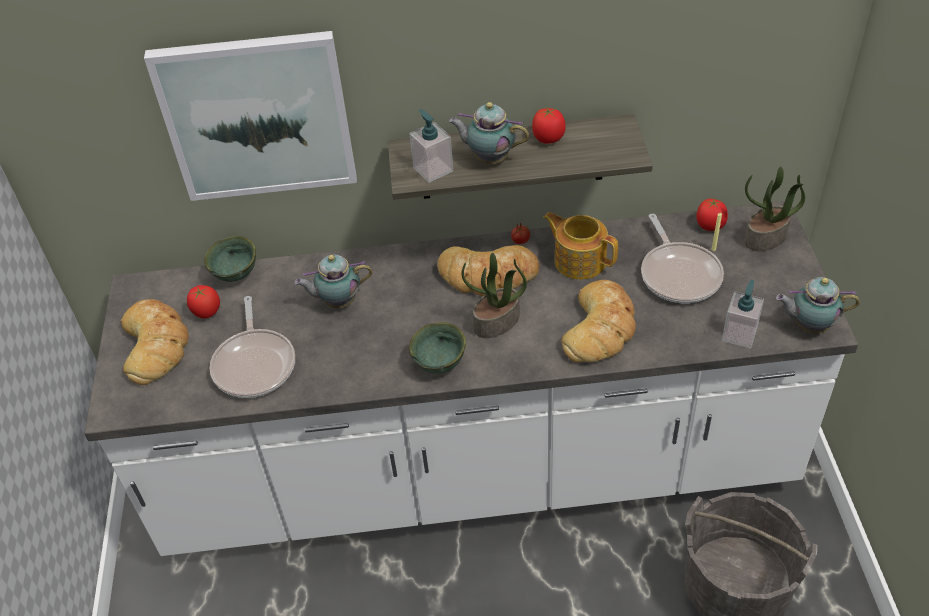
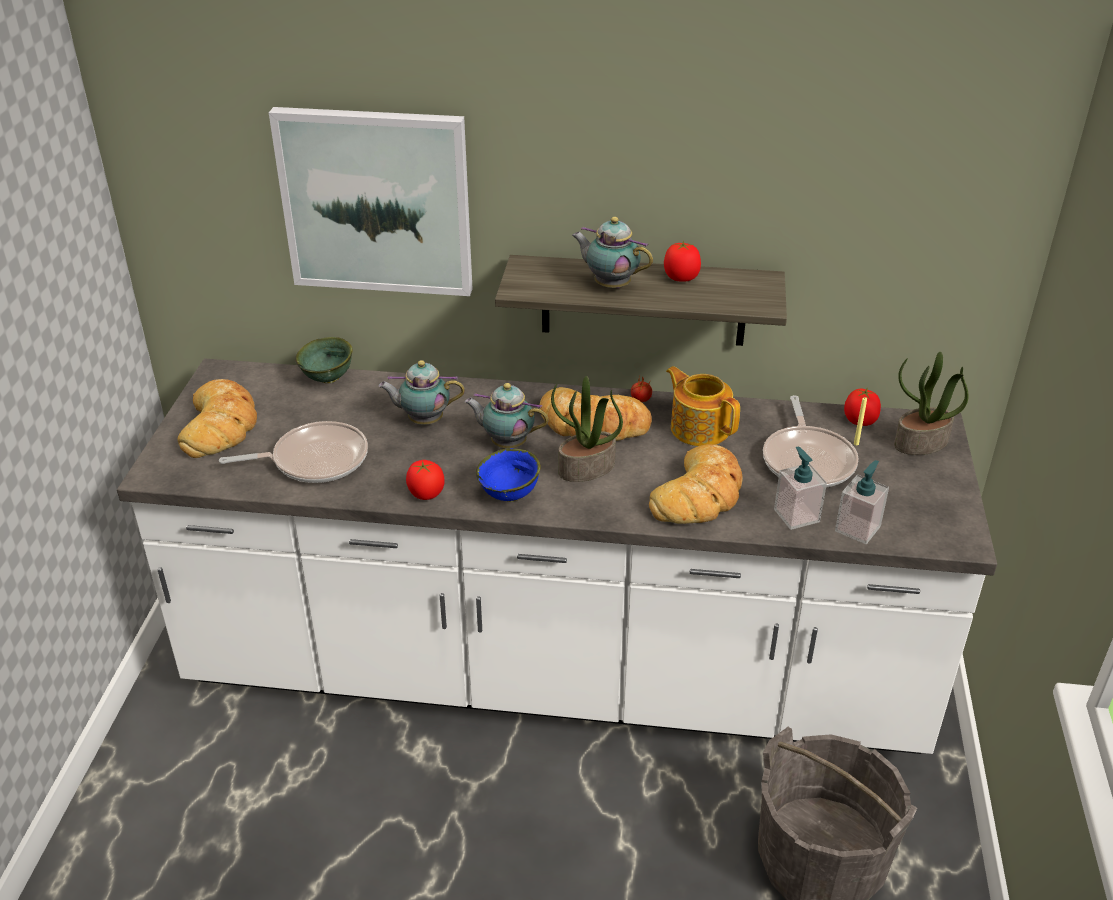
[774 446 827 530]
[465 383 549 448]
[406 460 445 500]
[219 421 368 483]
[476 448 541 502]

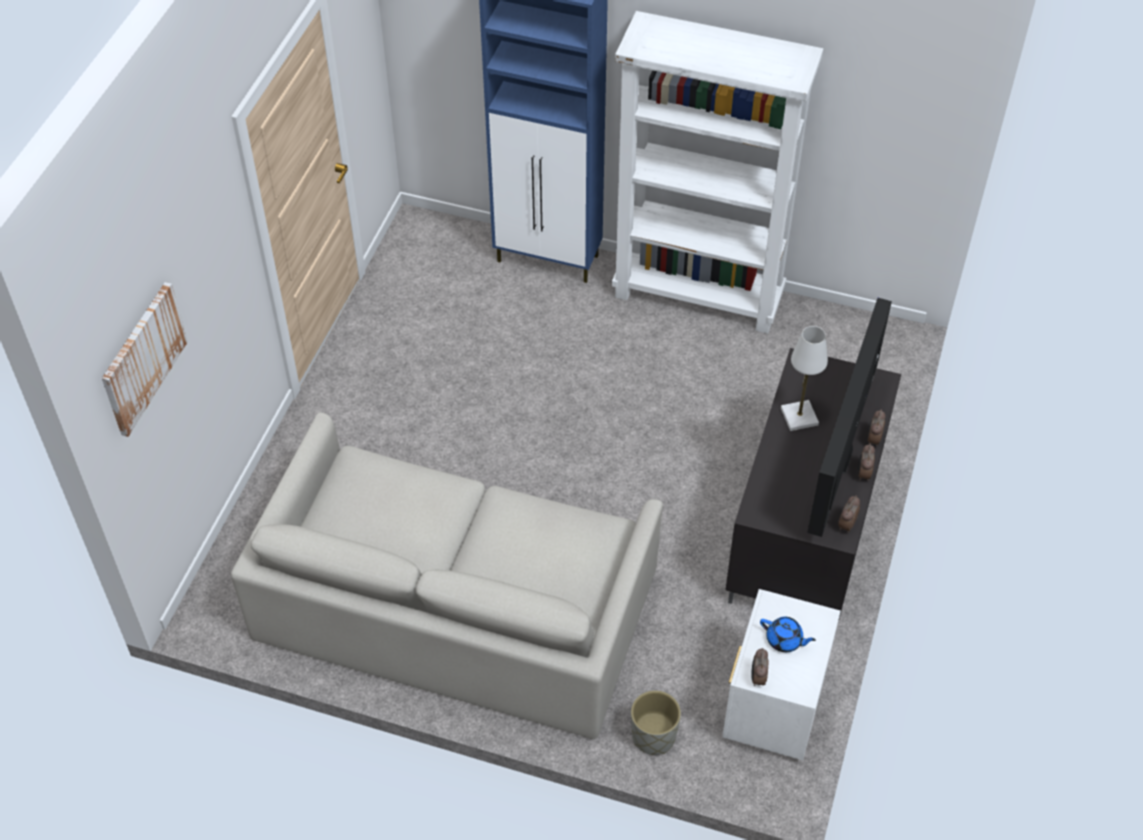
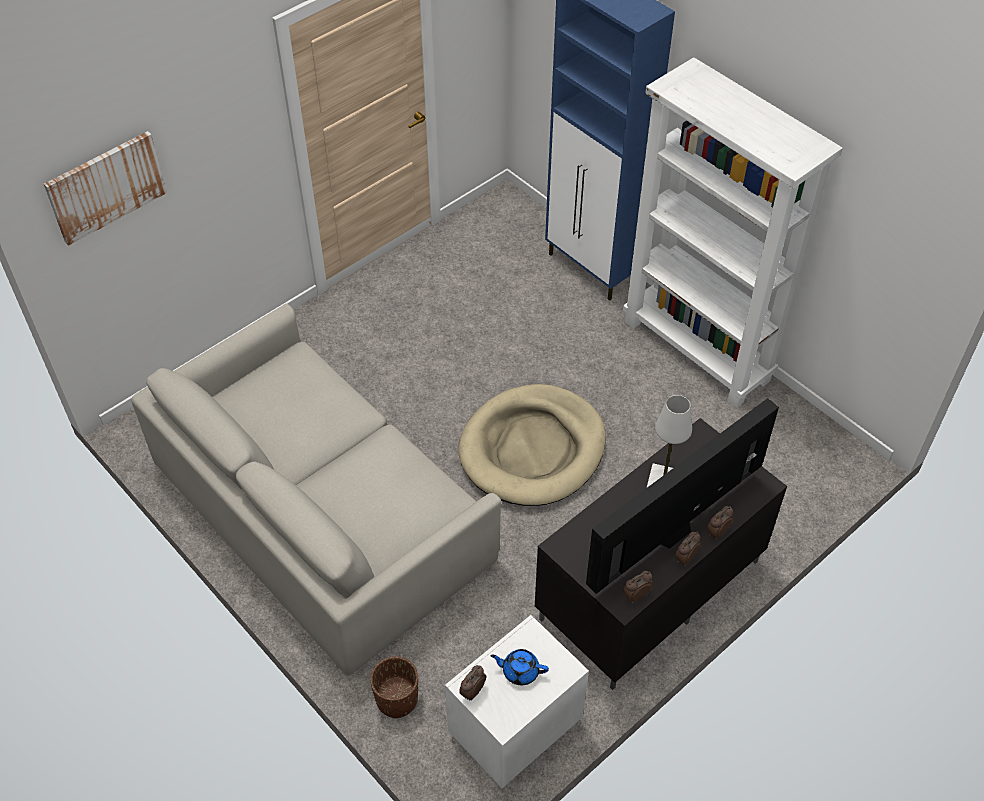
[490 649 549 685]
[370 656 418 719]
[458 384 606 506]

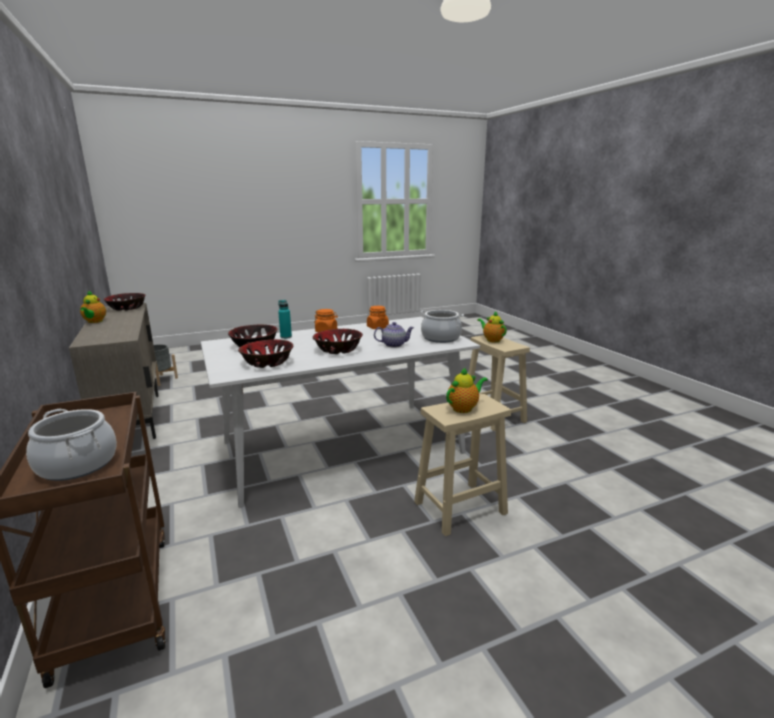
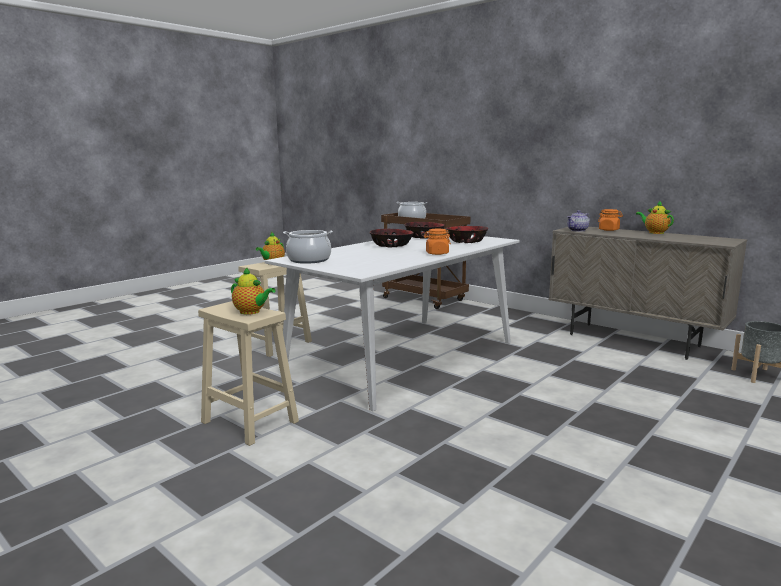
[104 293 146 311] (first image)
[278 300 292 339] (first image)
[598 209 623 231]
[567 210 590 232]

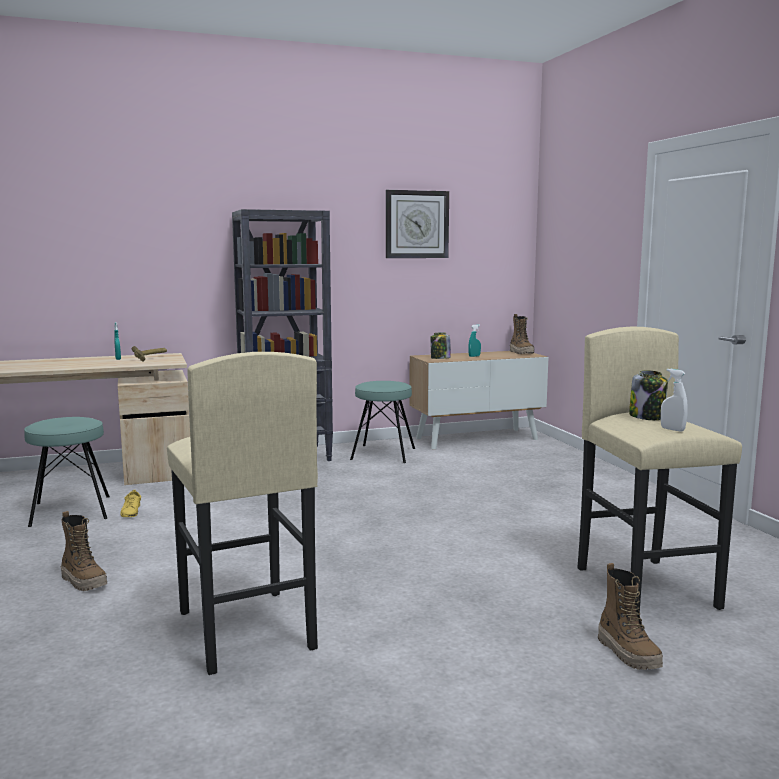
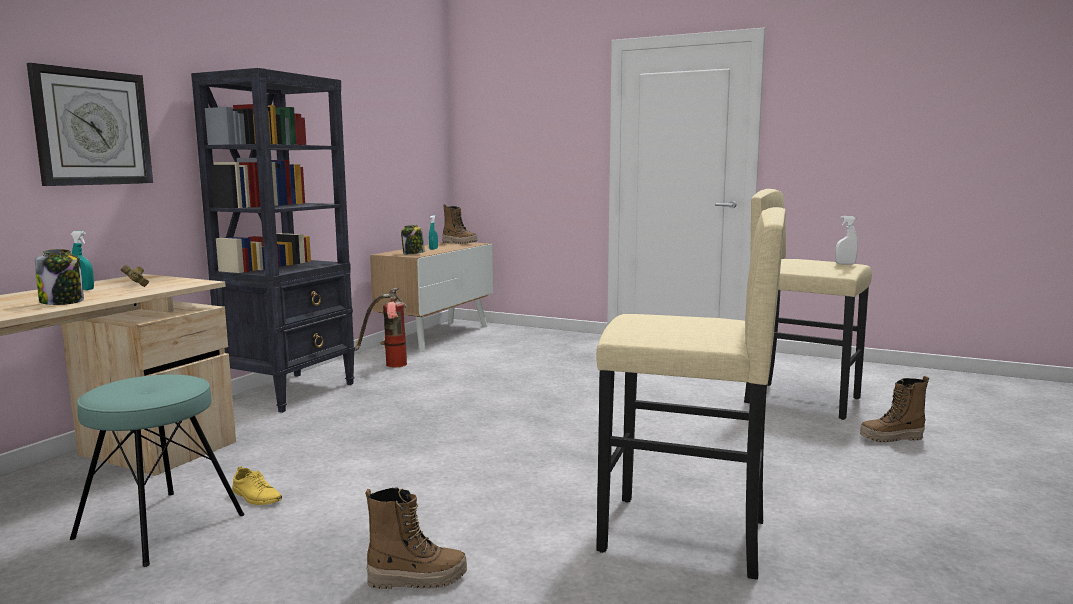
[27 63 153 186]
[35 249 84 305]
[355 288 407 367]
[860 376 929 442]

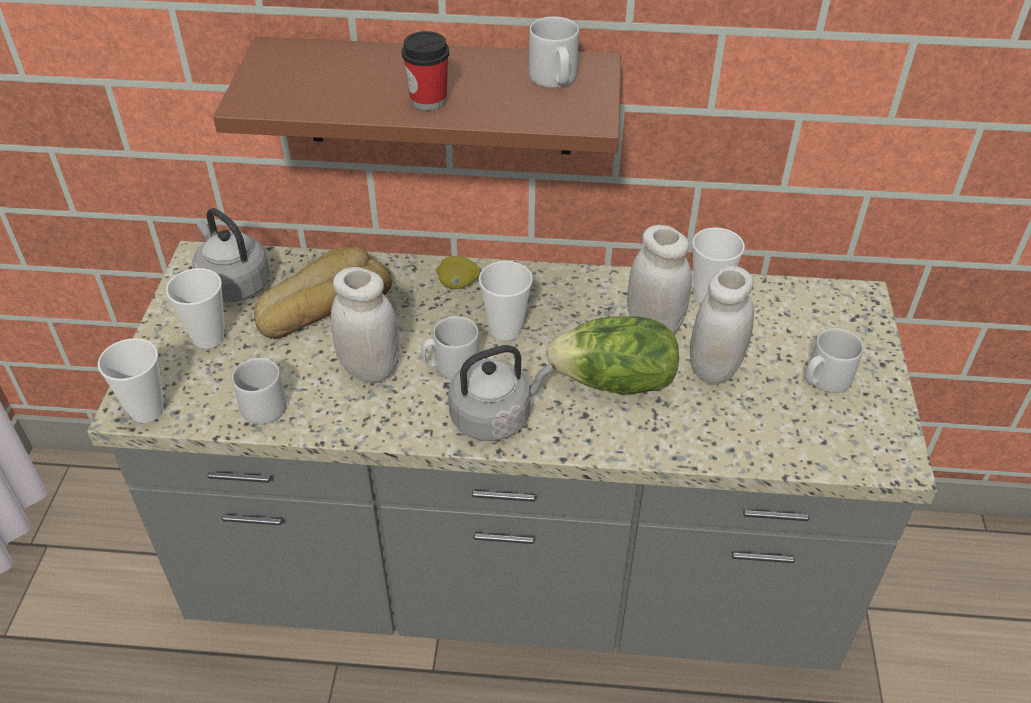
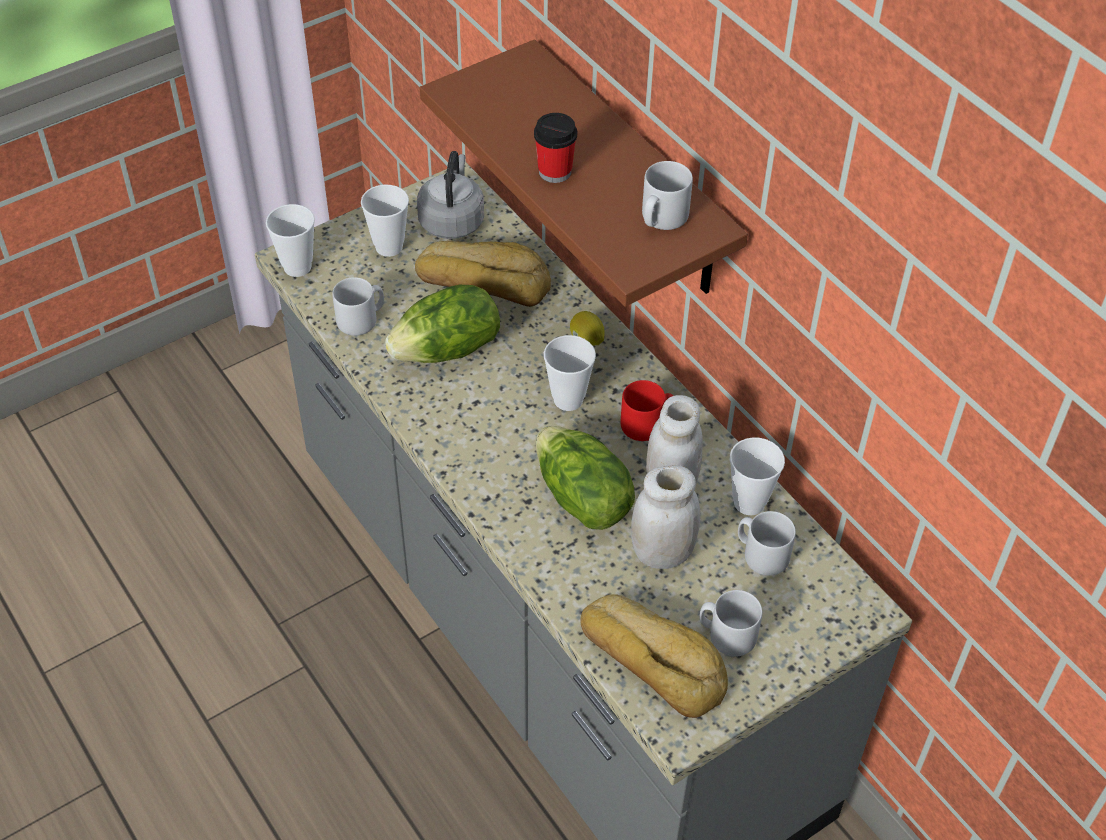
[385 285 500 363]
[738 511 796 576]
[448 345 553 441] (first image)
[621 380 673 441]
[580 594 728 718]

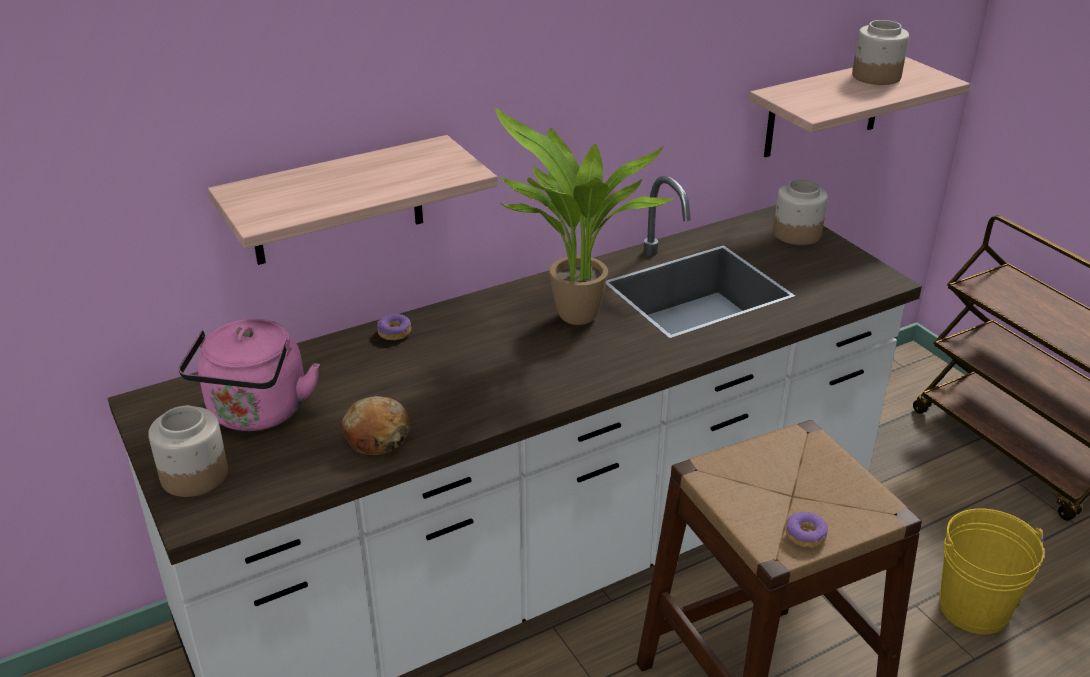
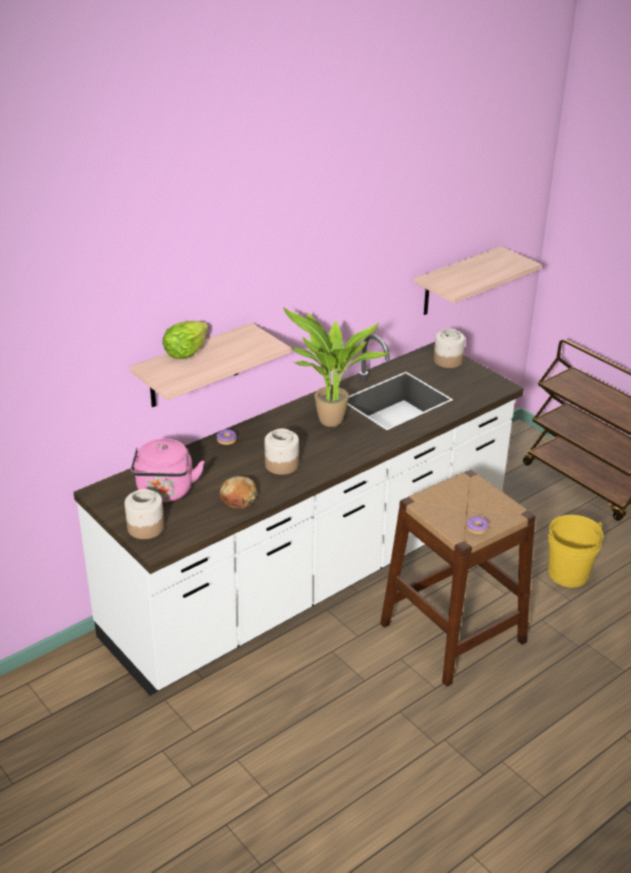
[265 428 299 475]
[162 321 209 359]

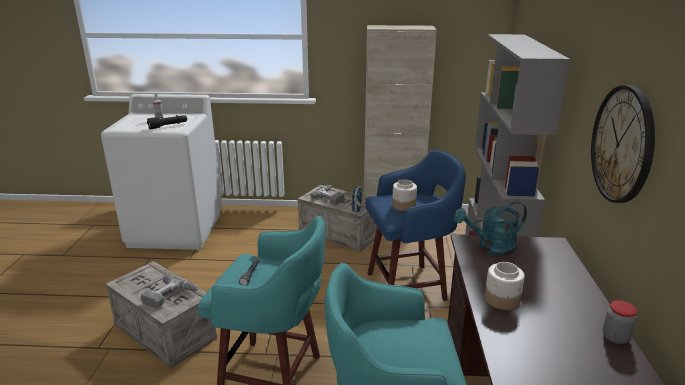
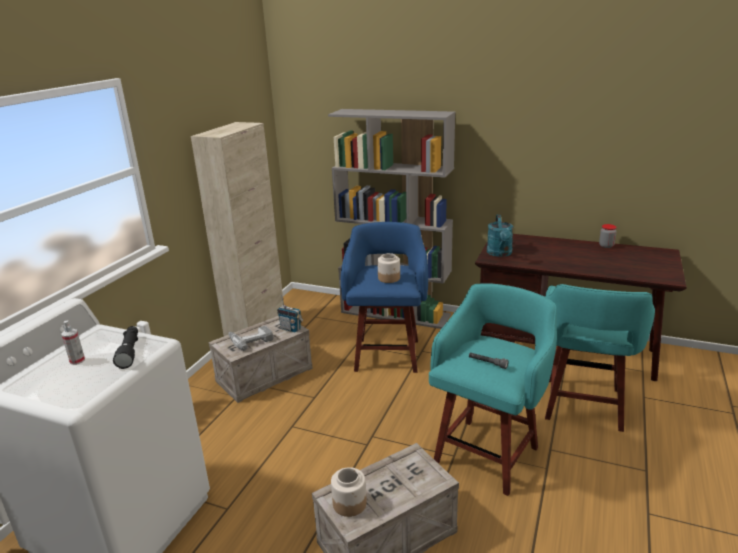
[591 85 655 203] (first image)
[331 467 367 517]
[141 275 199 308] (first image)

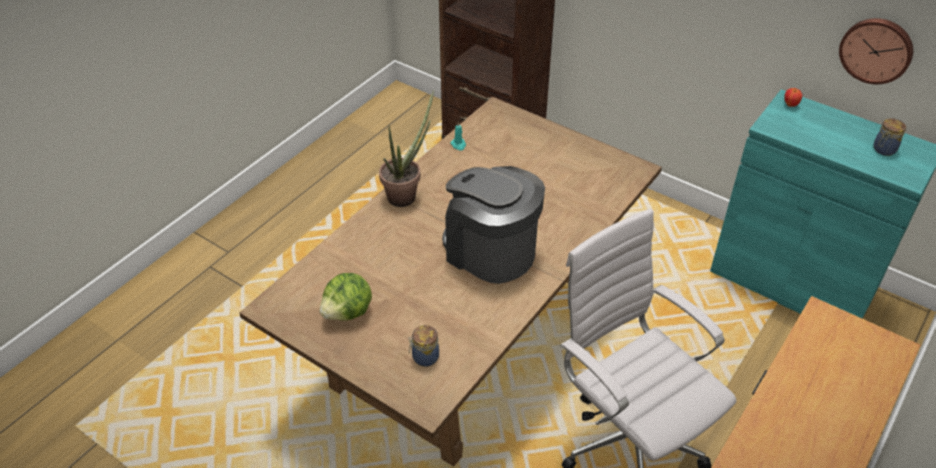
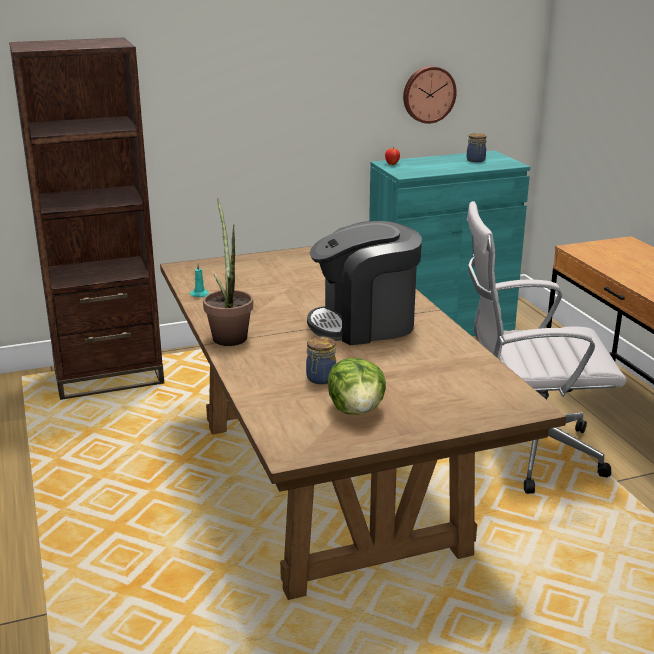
[306 336 336 384]

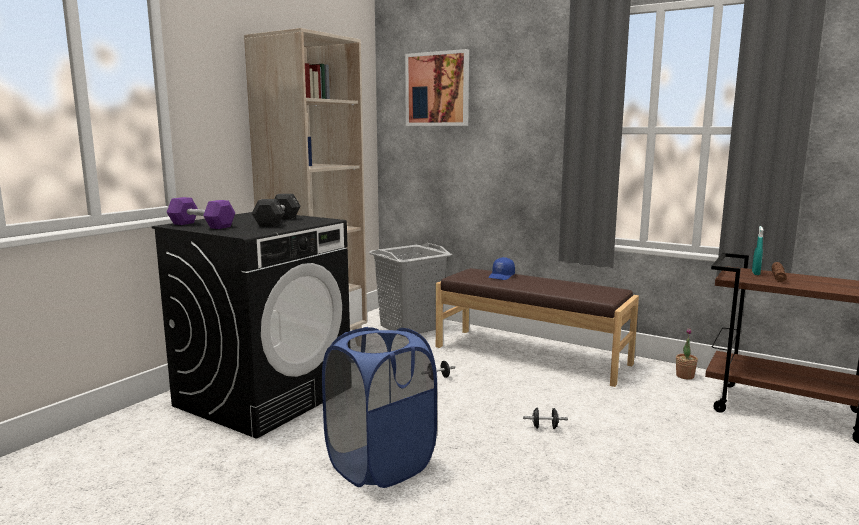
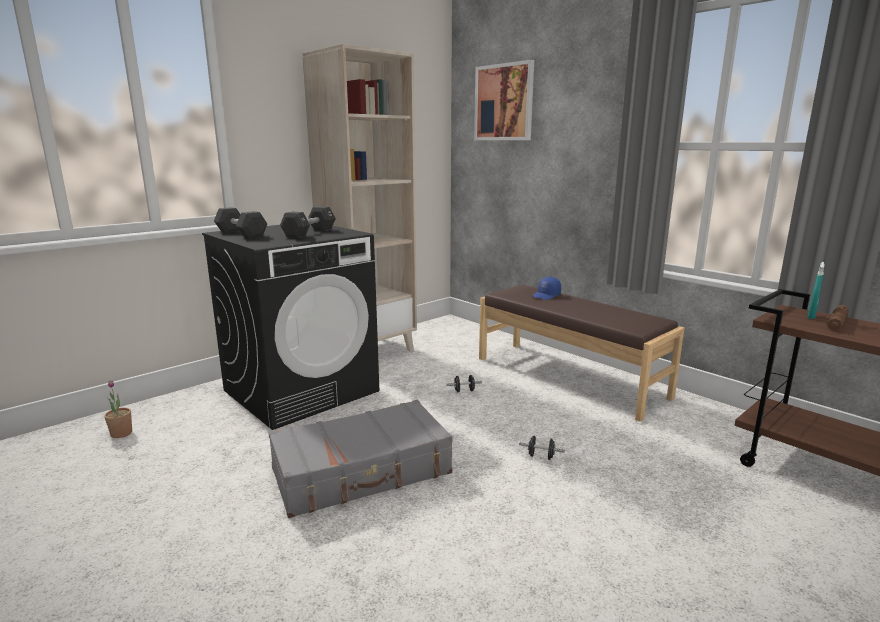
[214 207 267 238]
[369 243 452 334] (first image)
[268 400 453 518]
[104 380 132 438]

